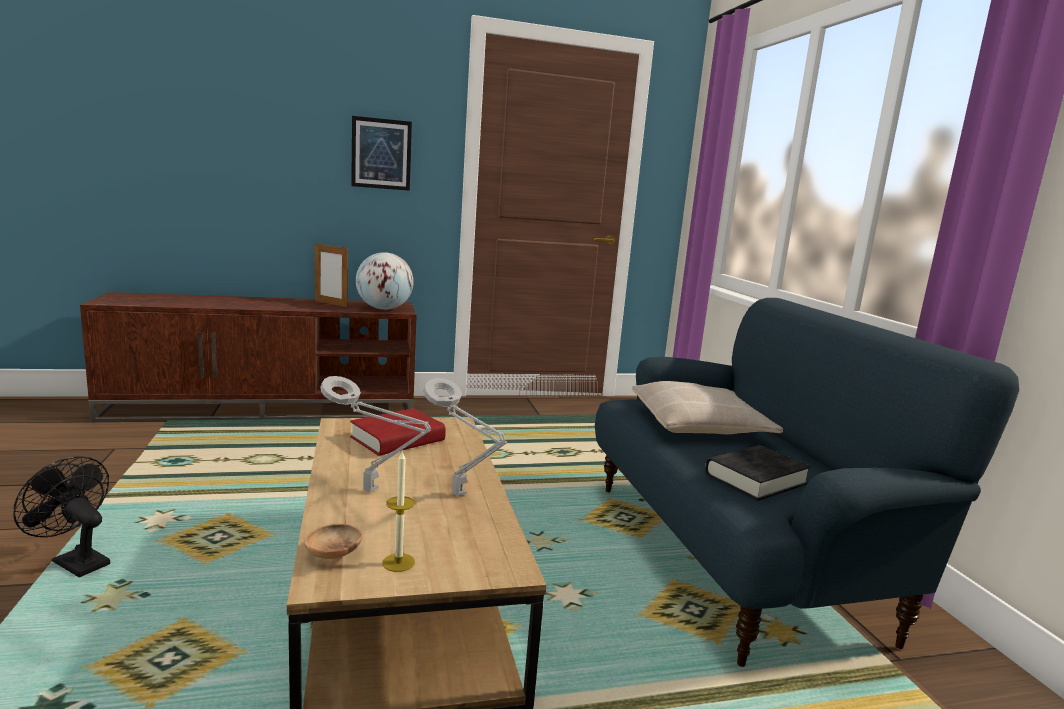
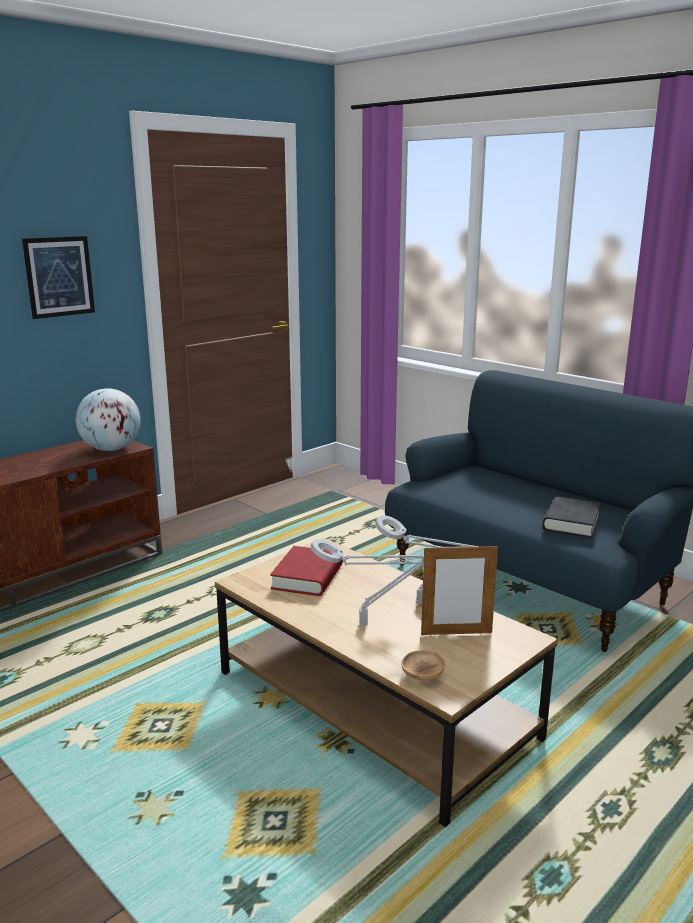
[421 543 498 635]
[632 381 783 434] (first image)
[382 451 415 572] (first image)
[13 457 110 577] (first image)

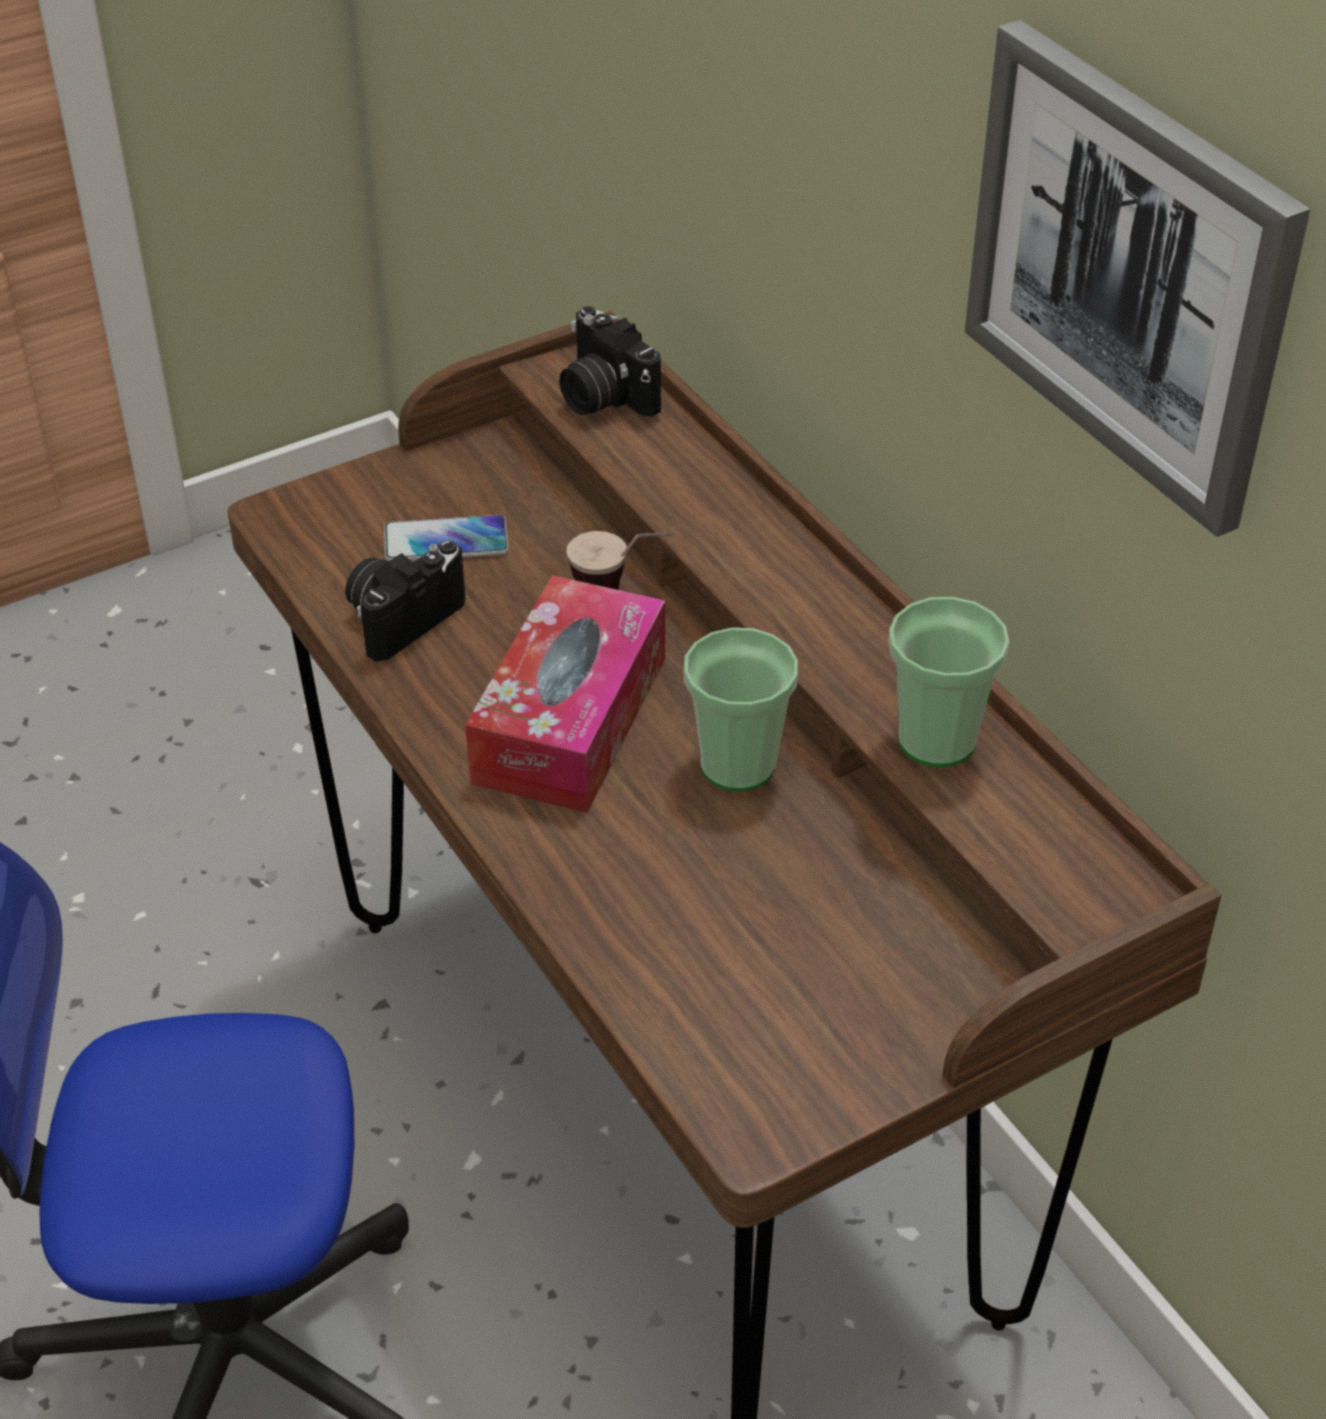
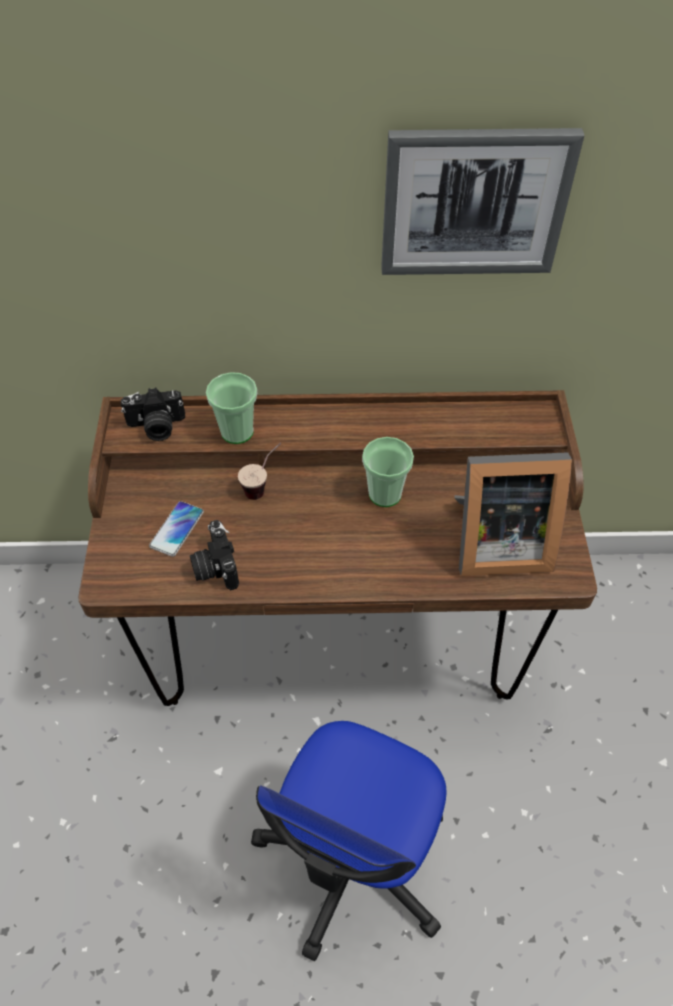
[465 575 665 813] (first image)
[206 372 257 444]
[454 452 572 576]

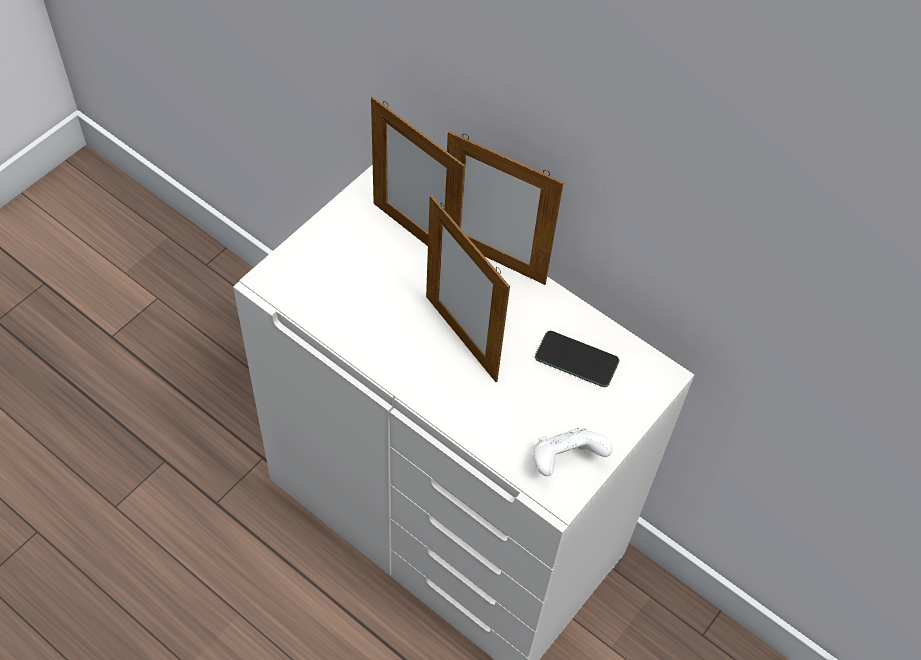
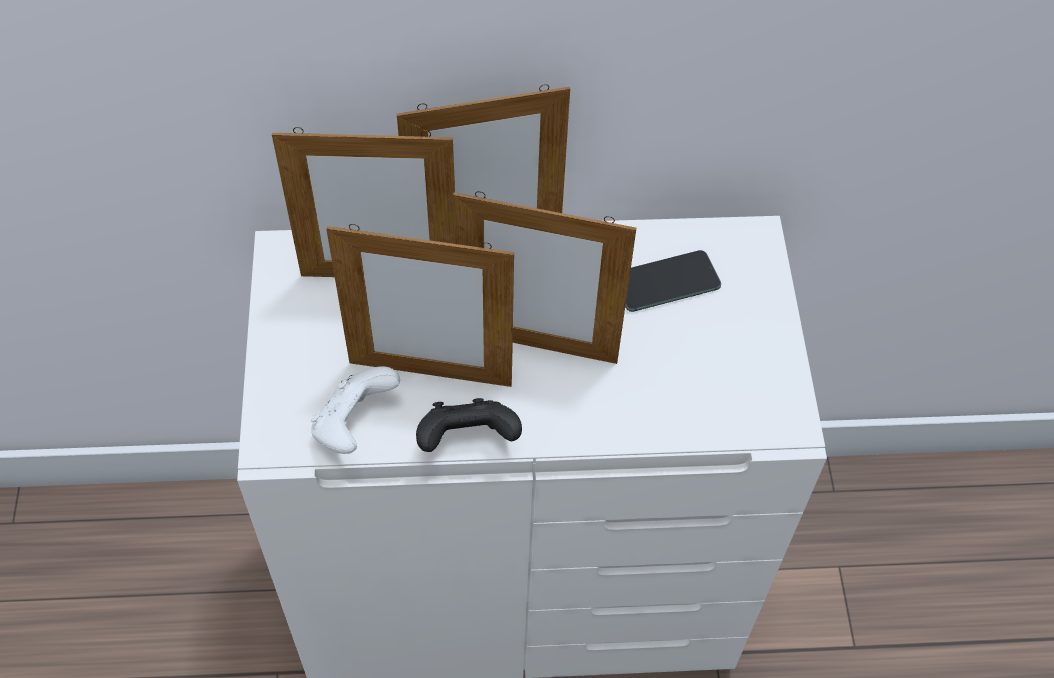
[311 366 400 454]
[326 224 514 387]
[416 398 522 452]

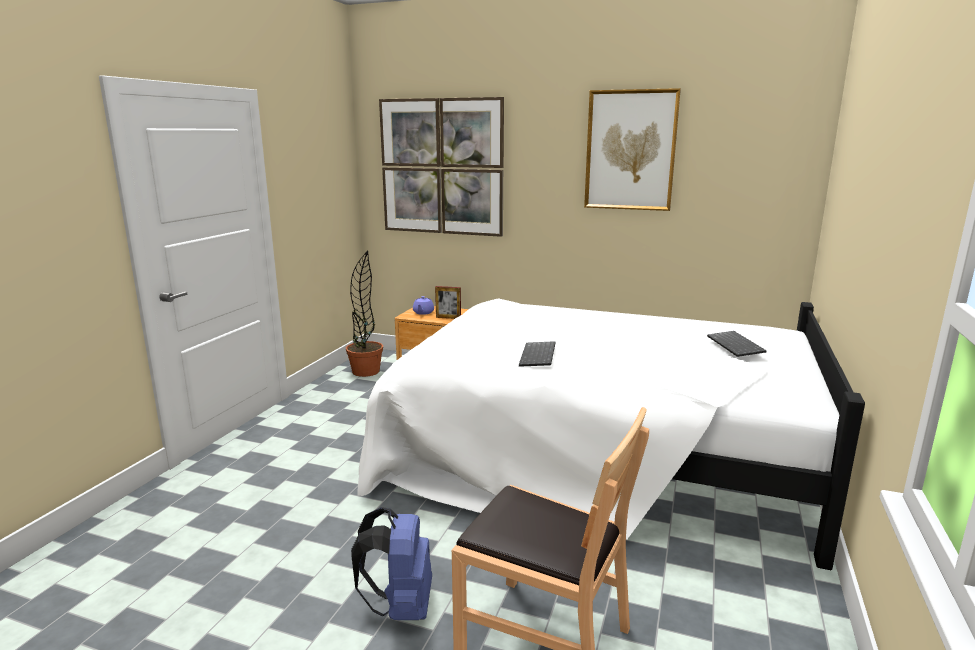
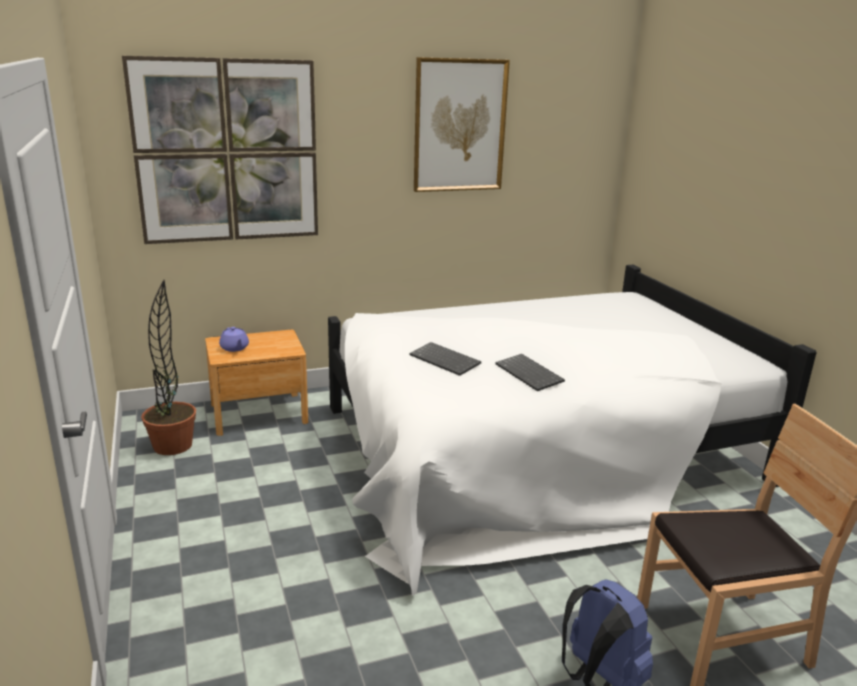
[435 286 461 319] (first image)
[409 342 481 376]

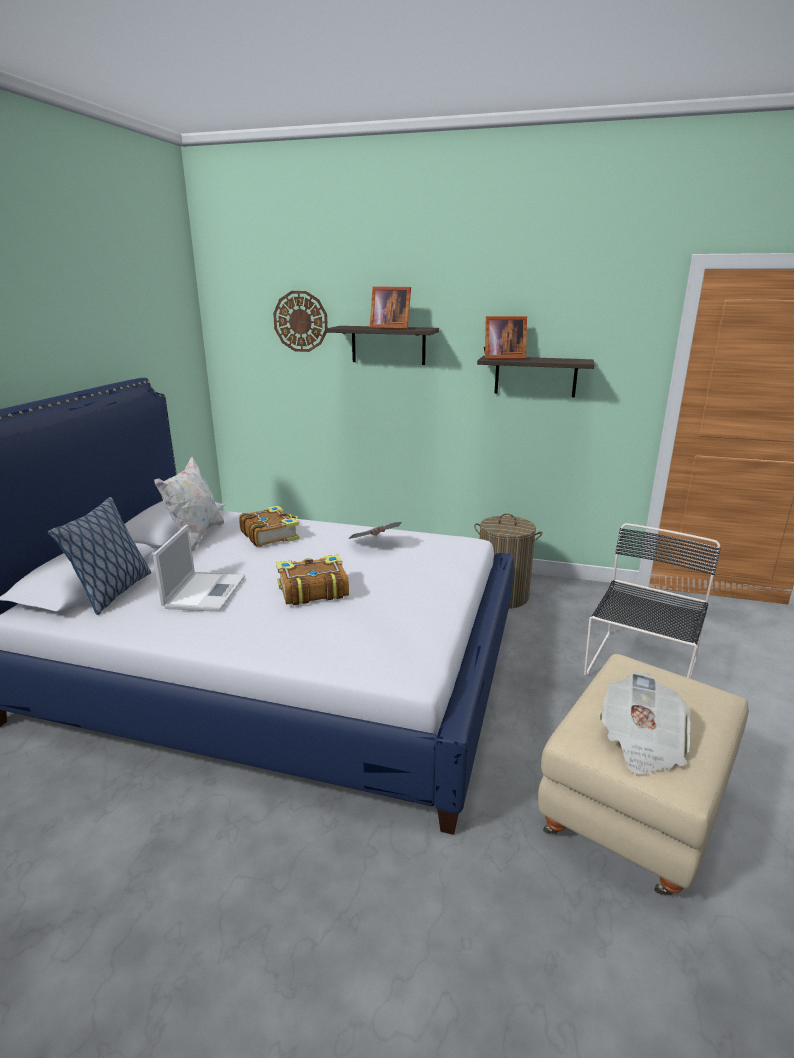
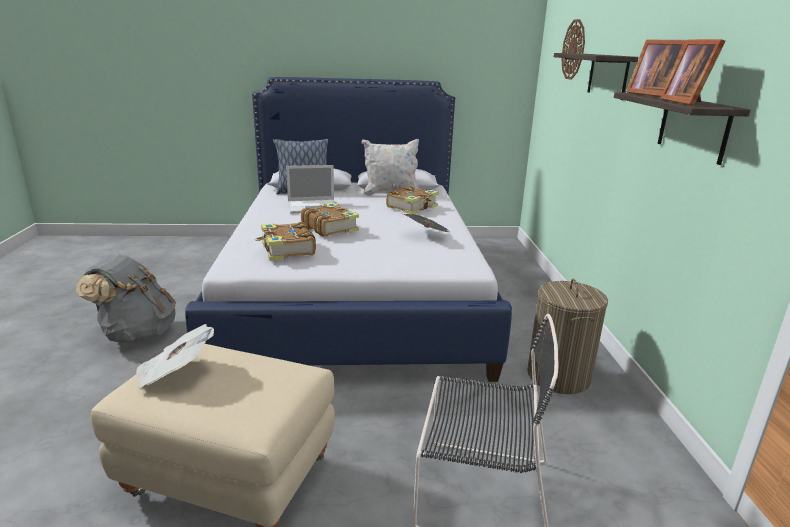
[660 39 726 106]
[255 222 316 261]
[76 254 176 343]

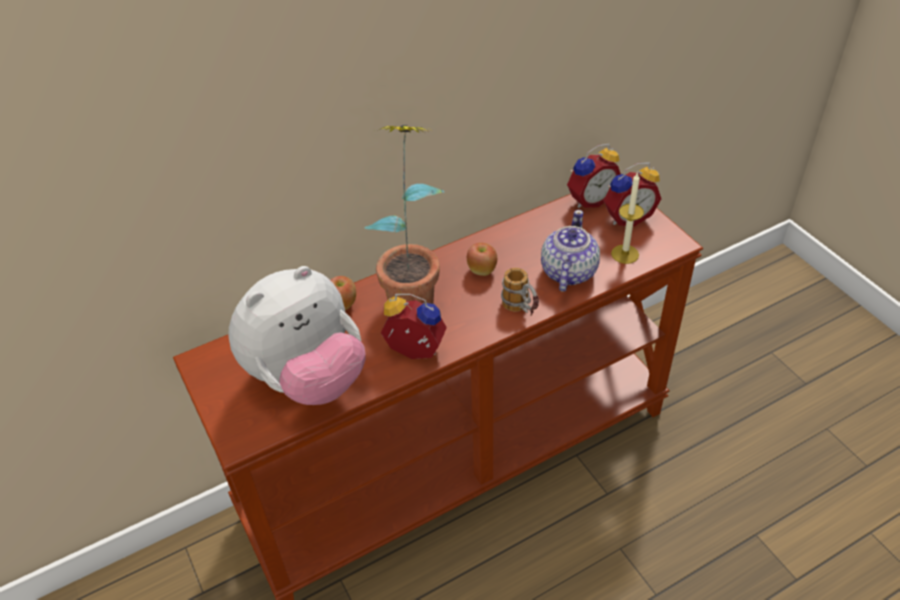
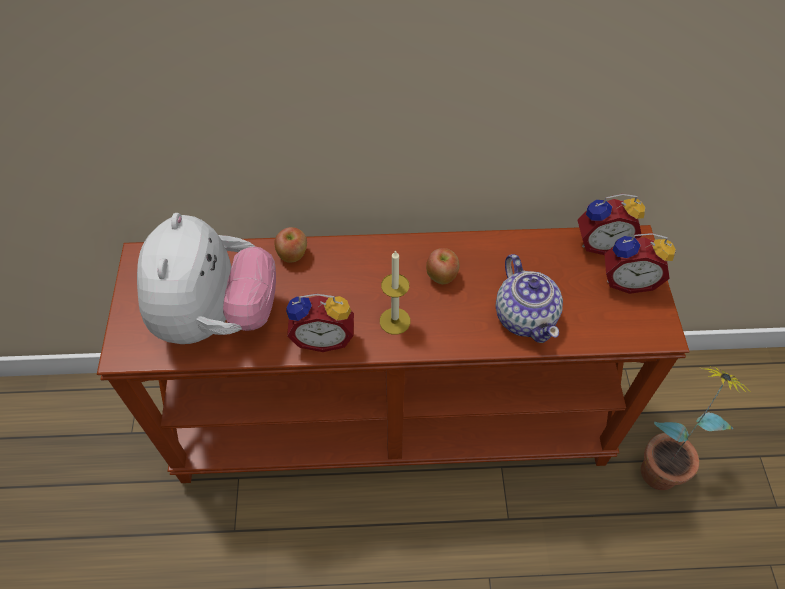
[641 365 752 490]
[380 250 410 335]
[496 254 563 343]
[137 213 276 344]
[501 268 539 316] (first image)
[286 294 354 352]

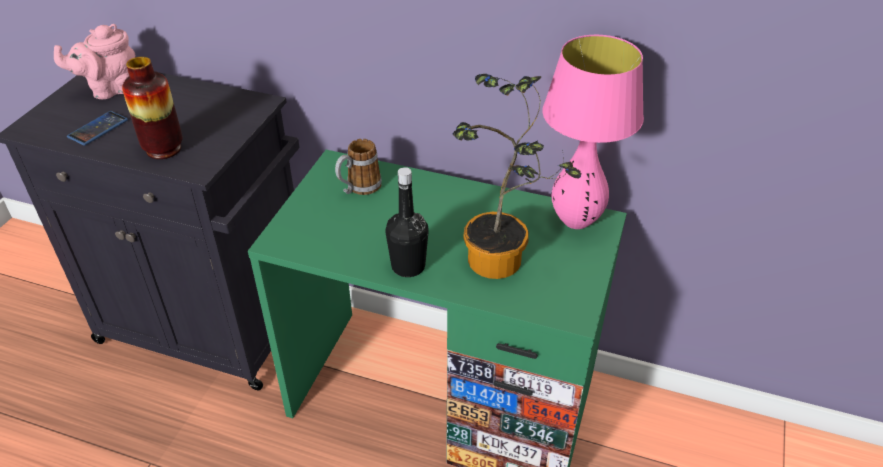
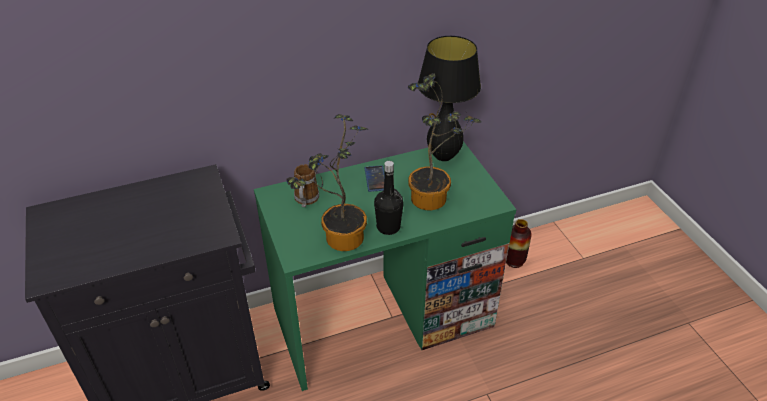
[54 24 135 99] (first image)
[418 36 481 161]
[506 219 532 268]
[365 165 385 192]
[287 114 368 251]

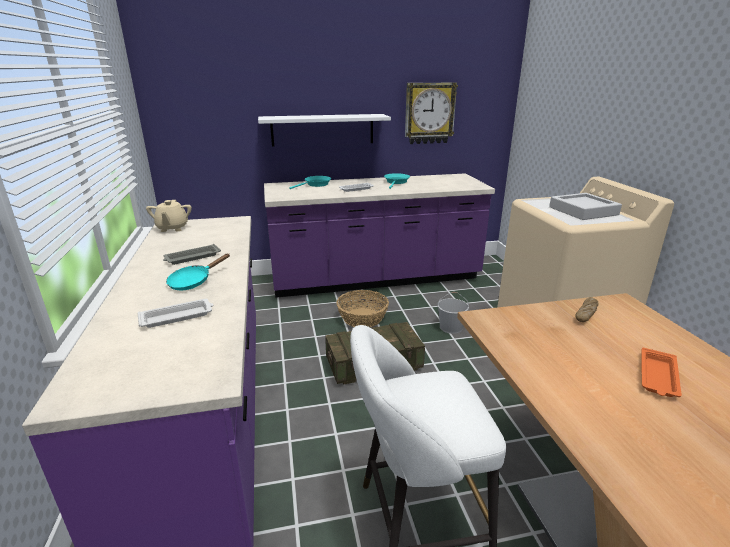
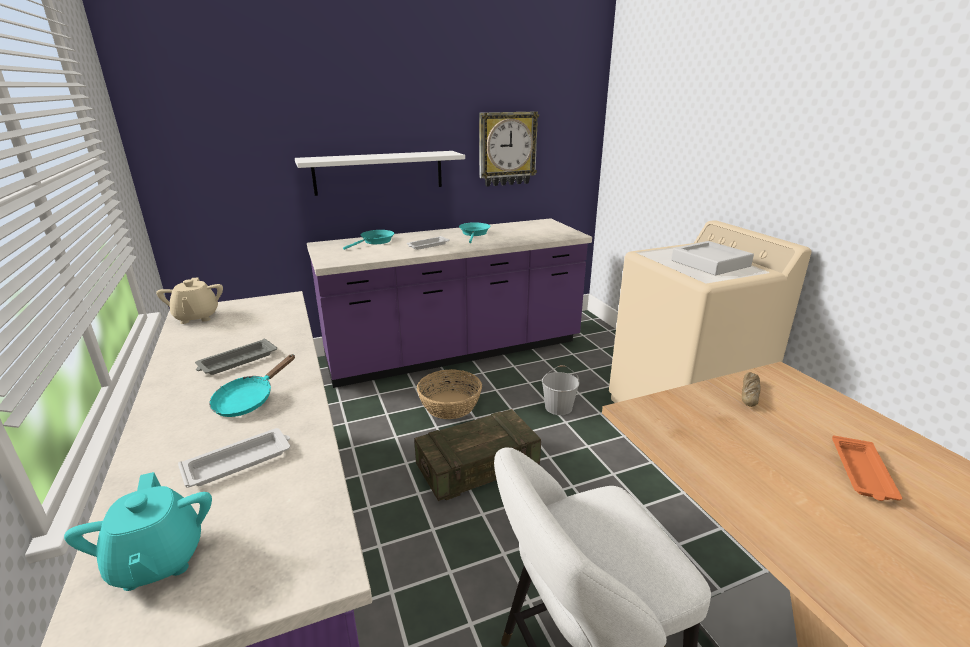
[64 472 212 591]

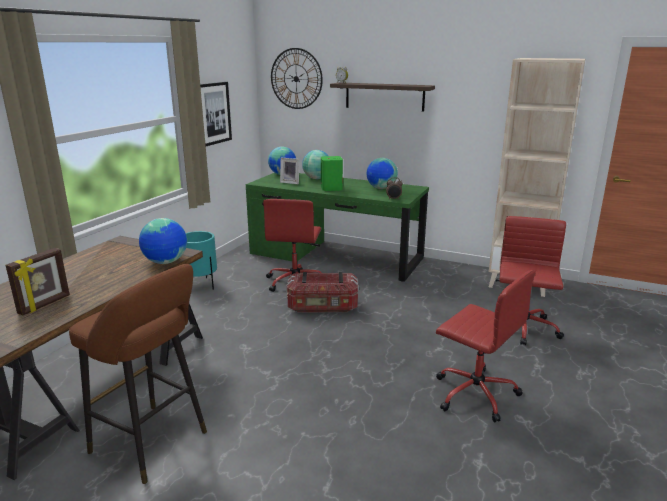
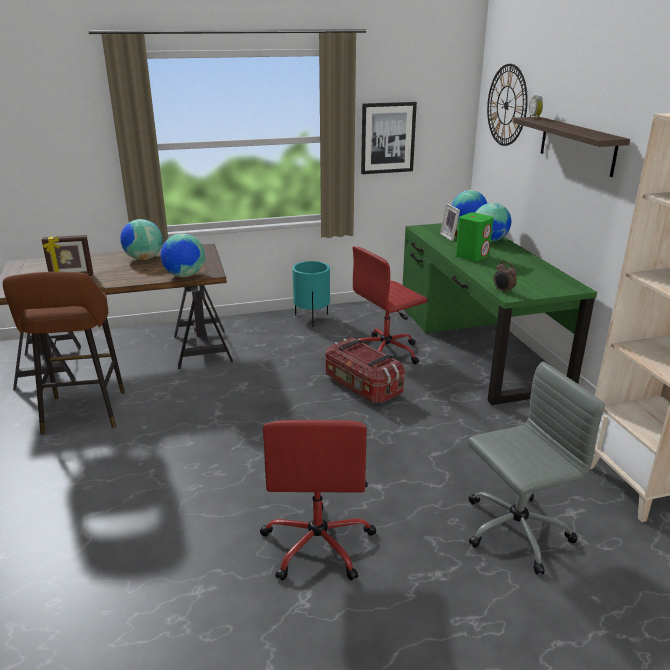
[120 219 163 260]
[468 361 605 574]

